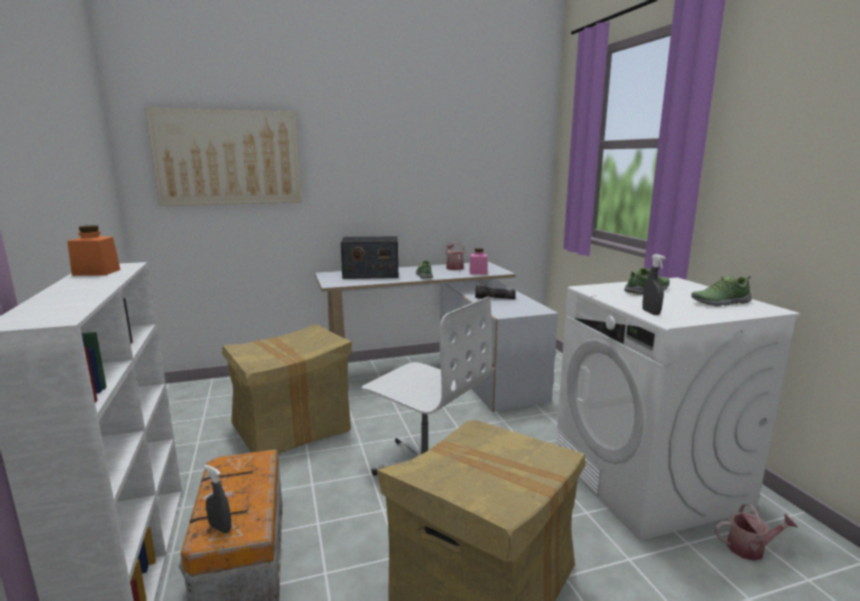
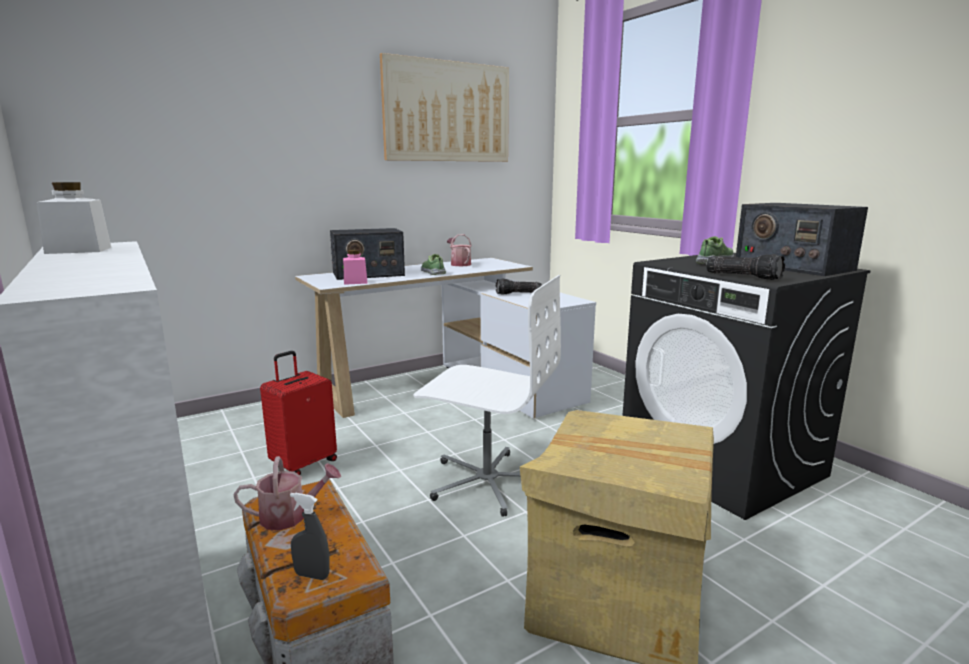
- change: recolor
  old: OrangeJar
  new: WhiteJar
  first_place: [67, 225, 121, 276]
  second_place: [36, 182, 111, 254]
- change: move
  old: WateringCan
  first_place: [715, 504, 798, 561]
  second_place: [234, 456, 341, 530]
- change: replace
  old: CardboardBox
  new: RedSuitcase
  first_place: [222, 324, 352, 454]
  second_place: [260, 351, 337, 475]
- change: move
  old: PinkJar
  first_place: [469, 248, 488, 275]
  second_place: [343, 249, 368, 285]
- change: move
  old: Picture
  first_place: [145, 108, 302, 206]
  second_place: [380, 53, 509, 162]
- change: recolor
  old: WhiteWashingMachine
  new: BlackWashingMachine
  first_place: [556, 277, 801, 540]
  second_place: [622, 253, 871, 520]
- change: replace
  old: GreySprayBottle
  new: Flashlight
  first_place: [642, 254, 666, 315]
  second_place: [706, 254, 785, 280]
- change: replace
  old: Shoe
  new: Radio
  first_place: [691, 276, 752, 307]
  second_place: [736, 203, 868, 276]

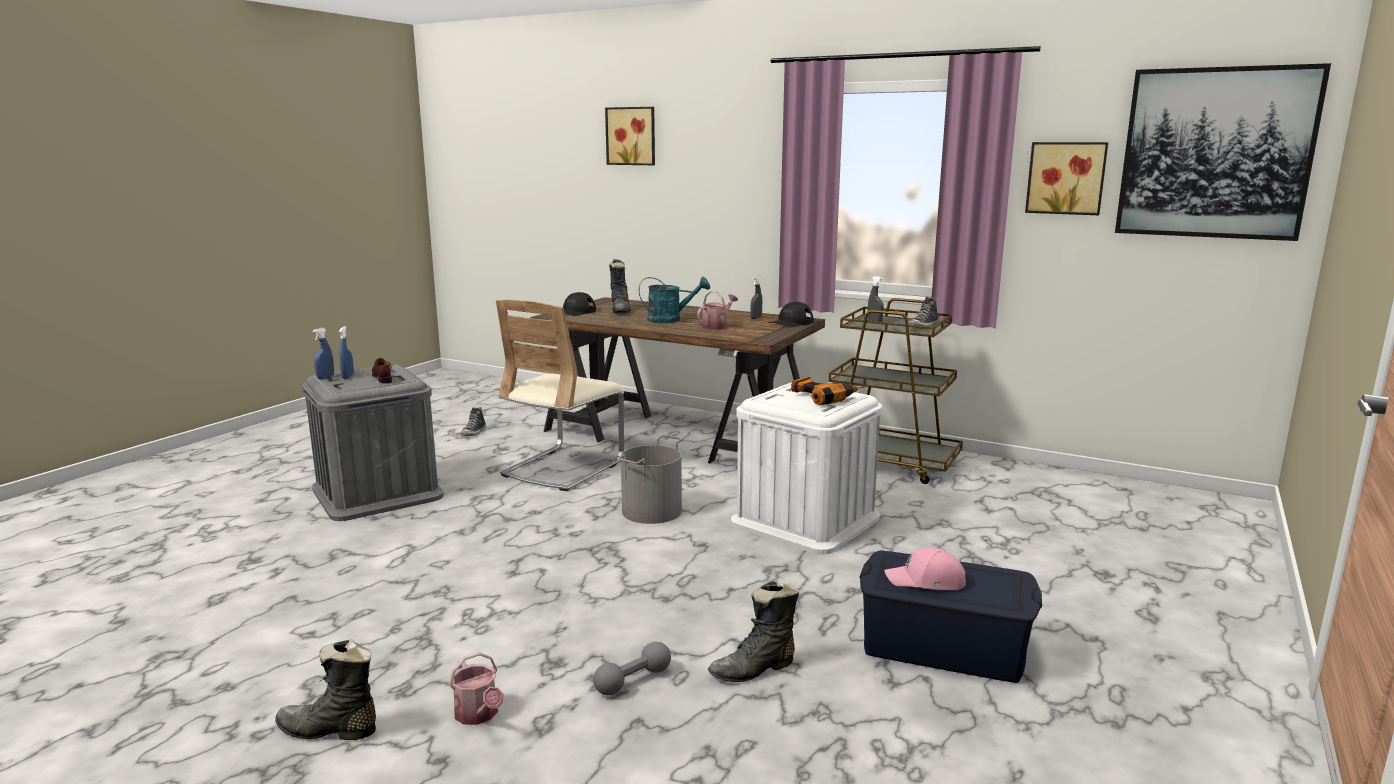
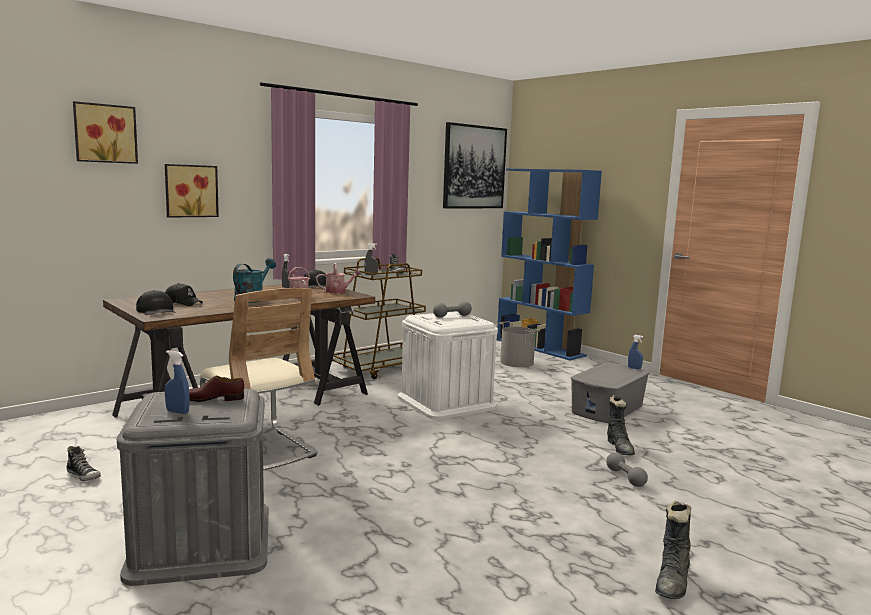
- change: move
  old: Picture
  first_place: [1025, 142, 1108, 215]
  second_place: [165, 164, 219, 218]
- change: replace
  old: BlackBoot
  new: BlackCap
  first_place: [609, 259, 631, 313]
  second_place: [165, 283, 203, 306]
- change: move
  old: WateringCan
  first_place: [449, 652, 504, 725]
  second_place: [316, 263, 362, 293]
- change: replace
  old: PowerDrill
  new: GreyDumbbell
  first_place: [791, 377, 865, 405]
  second_place: [433, 301, 472, 318]
- change: insert
  new: BlueBookcase
  second_place: [497, 169, 602, 361]
- change: move
  old: GreyBucket
  first_place: [617, 435, 683, 524]
  second_place: [499, 321, 540, 367]
- change: recolor
  old: BlueStorageBox
  new: GreyStorageBox
  first_place: [860, 550, 1042, 683]
  second_place: [571, 363, 649, 423]
- change: move
  old: BlueSprayBottle
  first_place: [313, 328, 334, 379]
  second_place: [628, 335, 643, 369]
- change: delete
  old: PinkCap
  first_place: [884, 548, 966, 590]

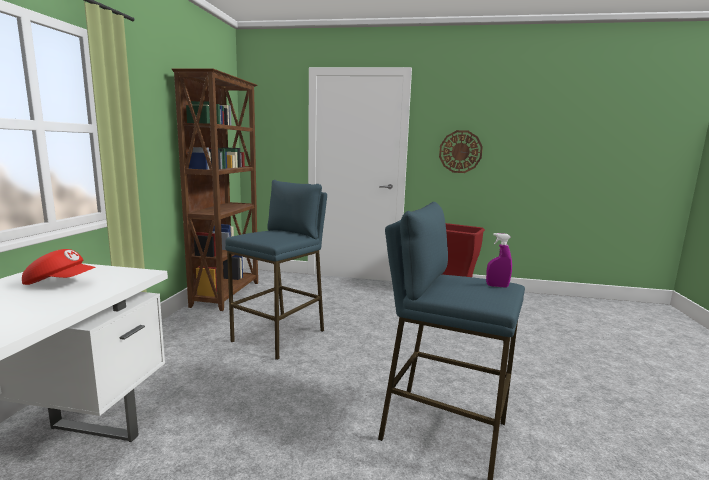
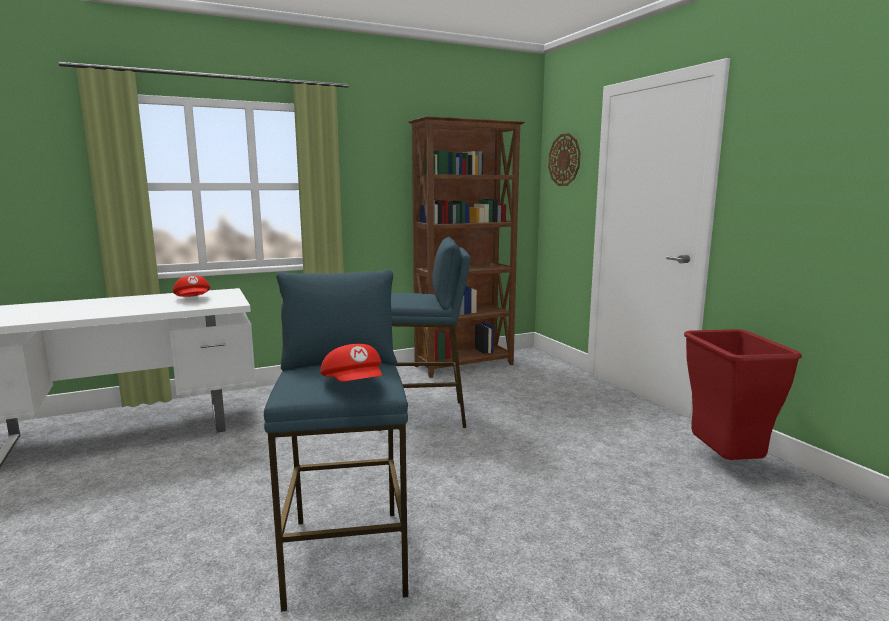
- change: replace
  old: PurpleSprayBottle
  new: RedCap
  first_place: [486, 233, 512, 287]
  second_place: [320, 344, 382, 382]
- change: move
  old: WallClock
  first_place: [439, 130, 483, 173]
  second_place: [548, 133, 580, 186]

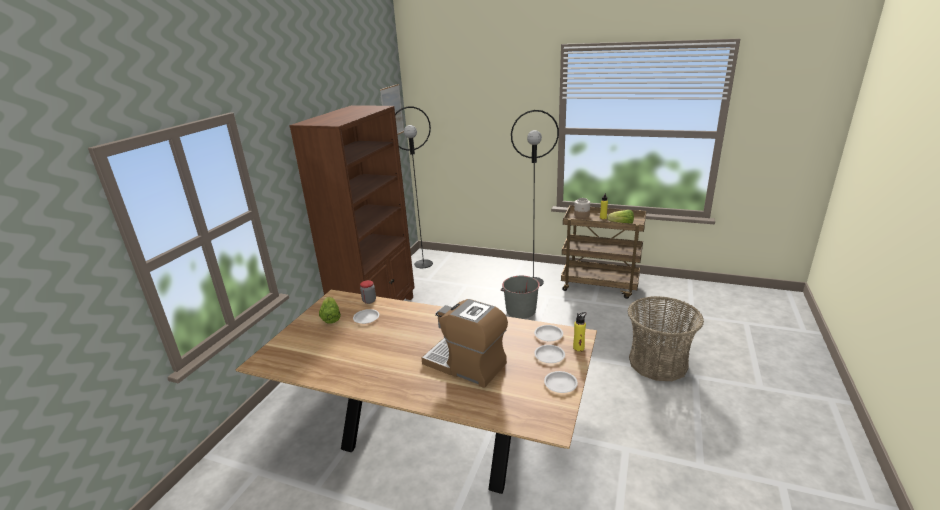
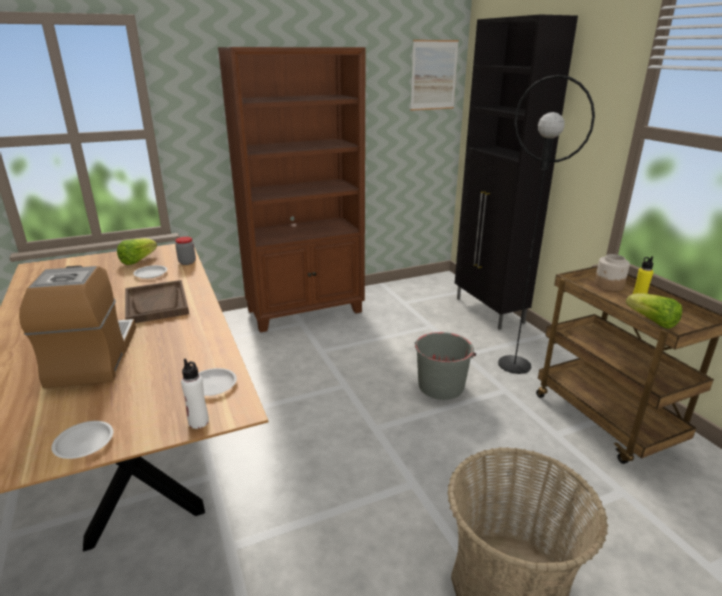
- change: insert
  new: BrownTray
  second_place: [125, 280, 189, 323]
- change: recolor
  old: YellowBottle
  new: WhiteBottle
  first_place: [573, 312, 587, 351]
  second_place: [181, 358, 209, 429]
- change: insert
  new: BlackCabinet
  second_place: [455, 14, 578, 330]
- change: delete
  old: BlackFloorLamp
  first_place: [395, 107, 433, 268]
- change: delete
  old: WhitePlate
  first_place: [534, 345, 565, 363]

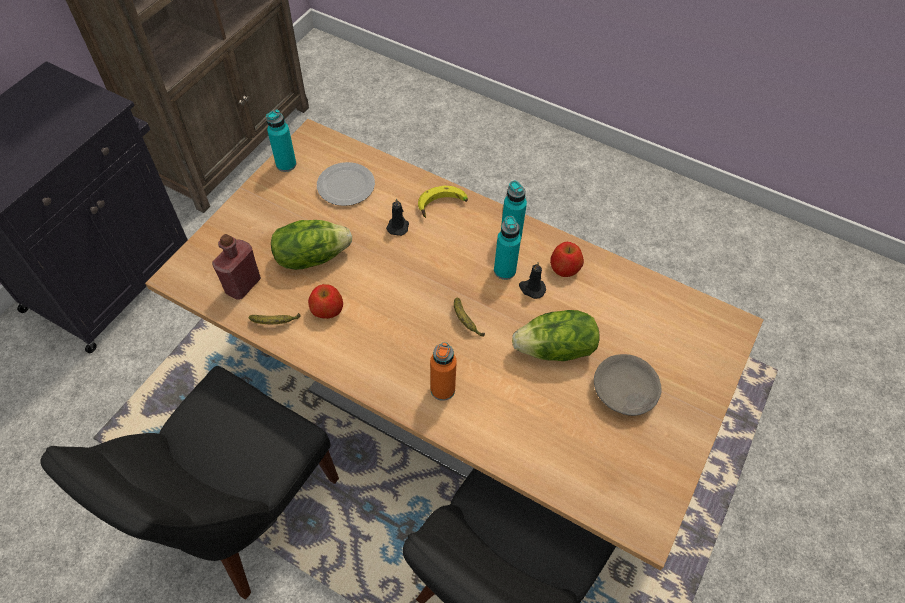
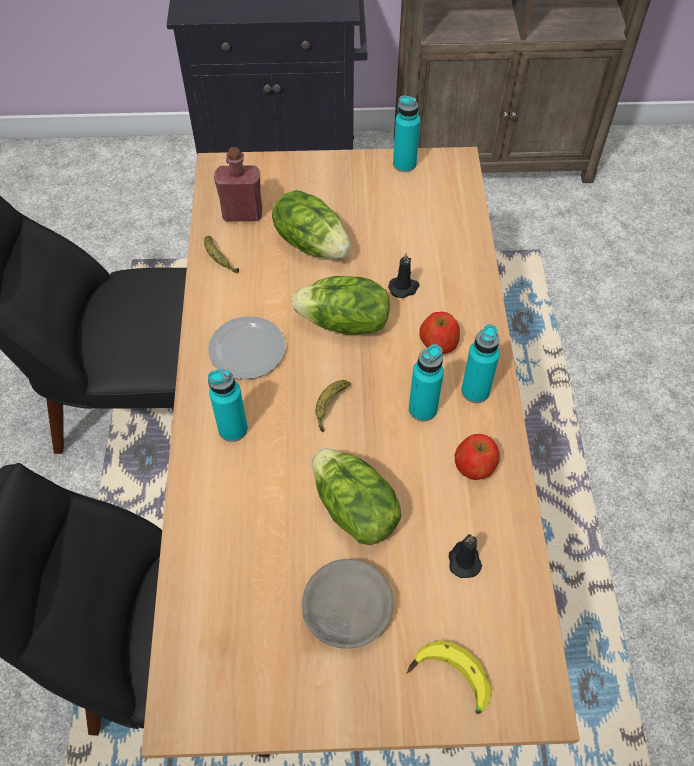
- change: move
  old: Plate
  first_place: [317, 162, 375, 206]
  second_place: [208, 316, 286, 379]
- change: recolor
  old: OrangeBottle
  new: TurquoiseBottle
  first_place: [430, 342, 457, 401]
  second_place: [208, 369, 248, 442]
- change: insert
  new: Lettuce
  second_place: [292, 276, 390, 335]
- change: move
  old: Banana
  first_place: [418, 186, 468, 218]
  second_place: [407, 640, 491, 714]
- change: move
  old: Apple
  first_place: [308, 284, 343, 319]
  second_place: [419, 312, 460, 354]
- change: move
  old: BlackCandle
  first_place: [519, 262, 546, 299]
  second_place: [449, 534, 482, 578]

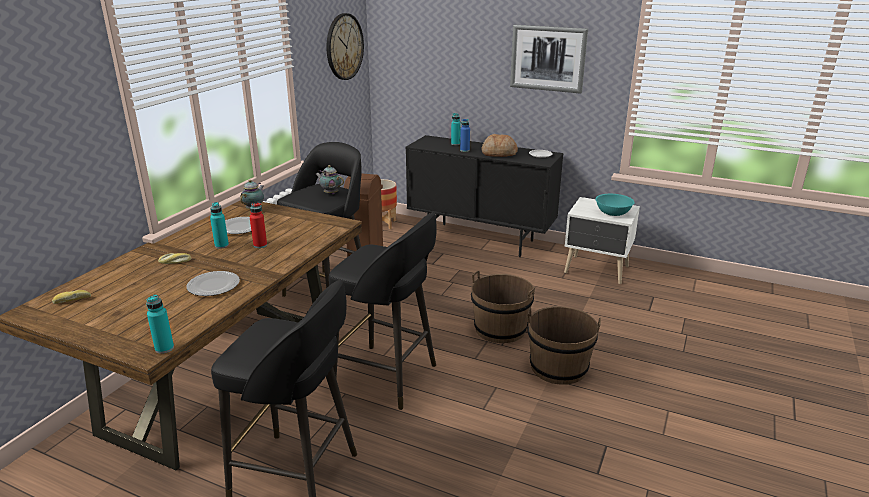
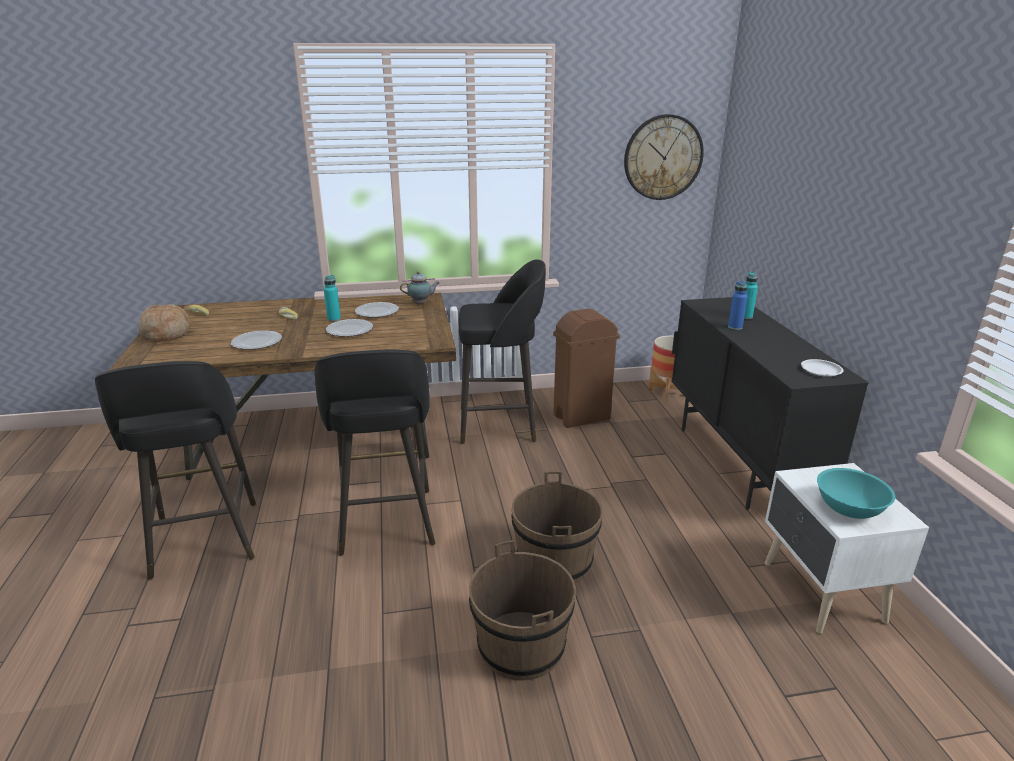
- change: move
  old: Bread
  first_place: [482, 134, 518, 157]
  second_place: [138, 304, 189, 341]
- change: replace
  old: RedBottle
  new: Plate
  first_place: [250, 203, 267, 248]
  second_place: [326, 319, 373, 337]
- change: delete
  old: TurquoiseBottle
  first_place: [146, 295, 174, 354]
- change: delete
  old: Teapot
  first_place: [316, 165, 344, 194]
- change: delete
  old: Picture
  first_place: [510, 25, 588, 94]

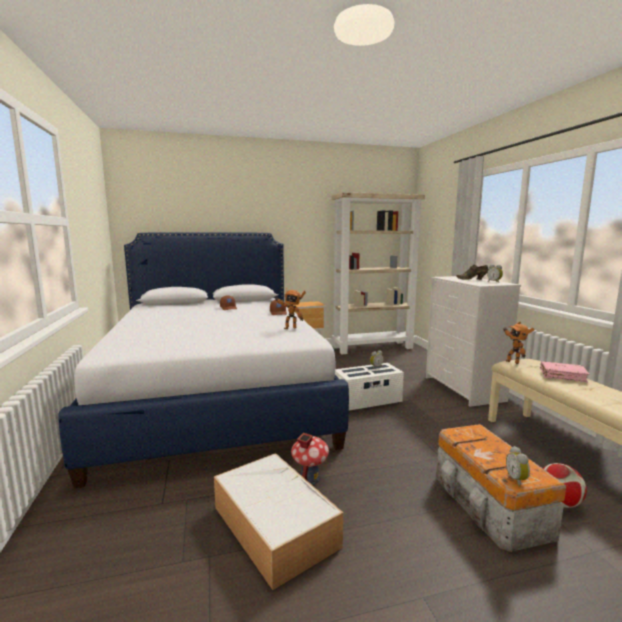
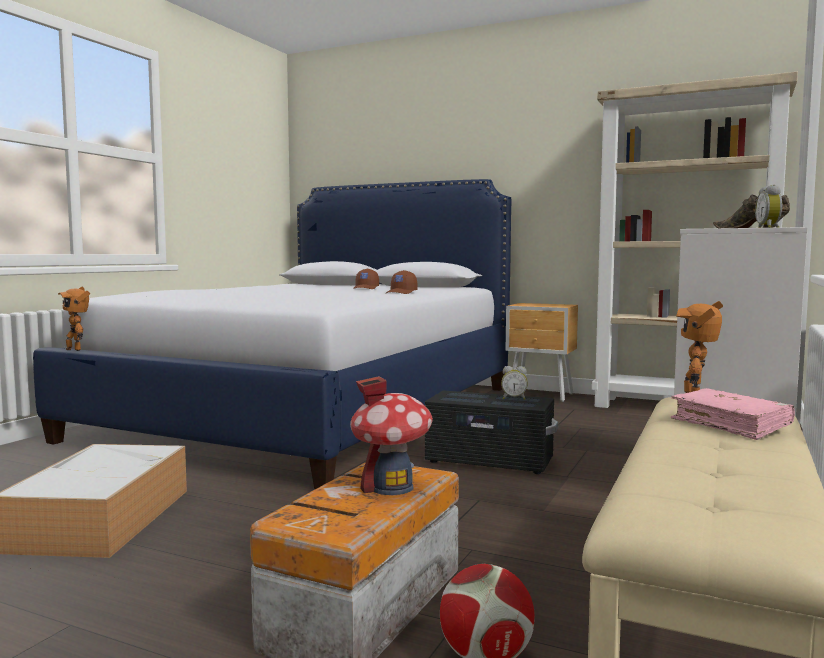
- change: move
  old: ToyRobot
  first_place: [274, 289, 306, 329]
  second_place: [58, 287, 90, 351]
- change: move
  old: ToyHouse
  first_place: [291, 433, 329, 485]
  second_place: [350, 376, 433, 495]
- change: recolor
  old: WhiteStorageBox
  new: BlackStorageBox
  first_place: [335, 363, 404, 411]
  second_place: [425, 390, 558, 474]
- change: delete
  old: AlarmClock
  first_place: [506, 446, 530, 487]

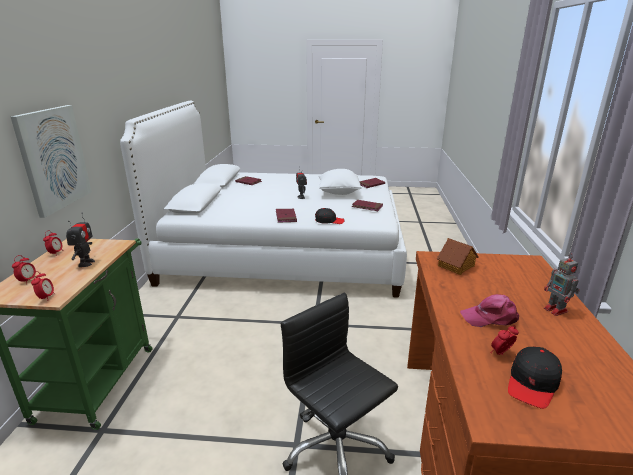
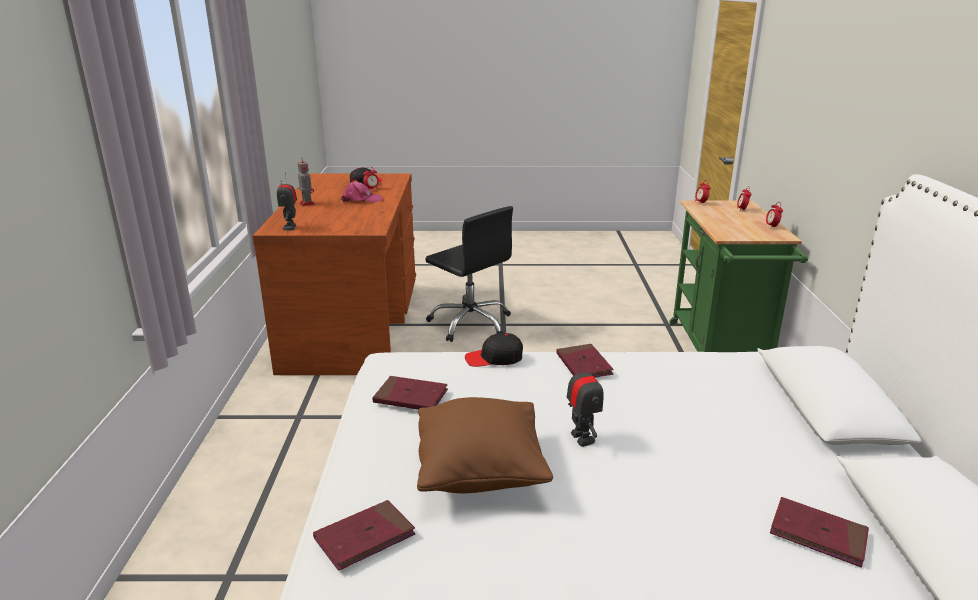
- change: move
  old: ToyRobot
  first_place: [66, 213, 95, 267]
  second_place: [277, 173, 297, 230]
- change: recolor
  old: WhitePillow
  new: BrownPillow
  first_place: [319, 169, 361, 195]
  second_place: [417, 397, 553, 493]
- change: delete
  old: Picture
  first_place: [11, 105, 92, 218]
- change: delete
  old: ToyHouse
  first_place: [437, 238, 478, 275]

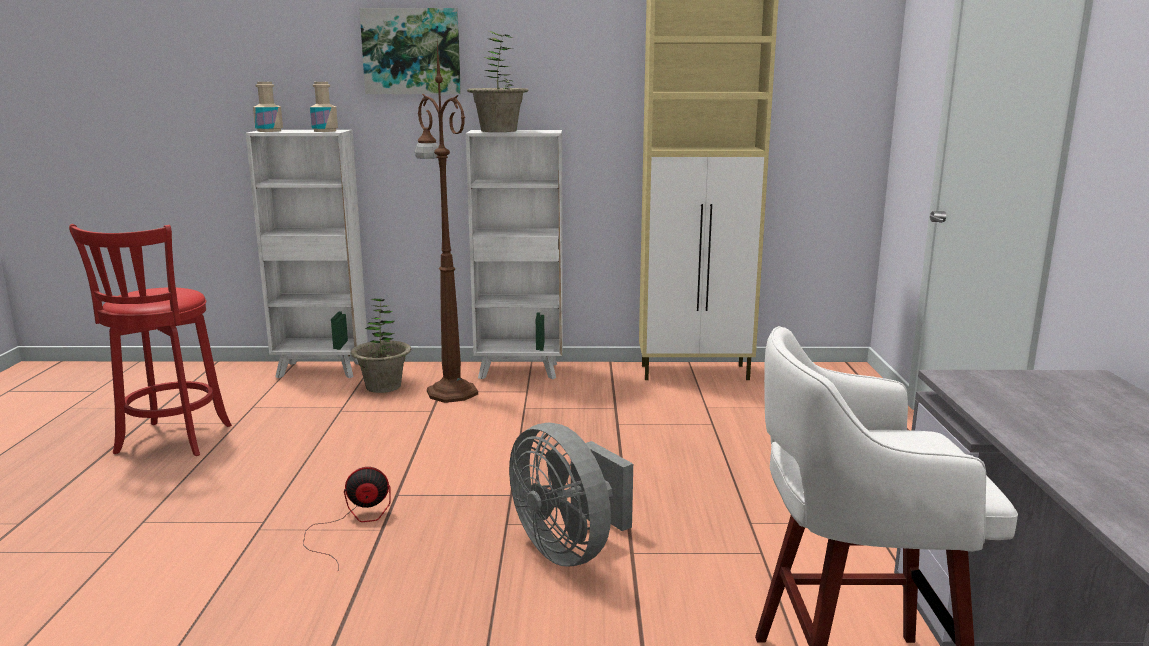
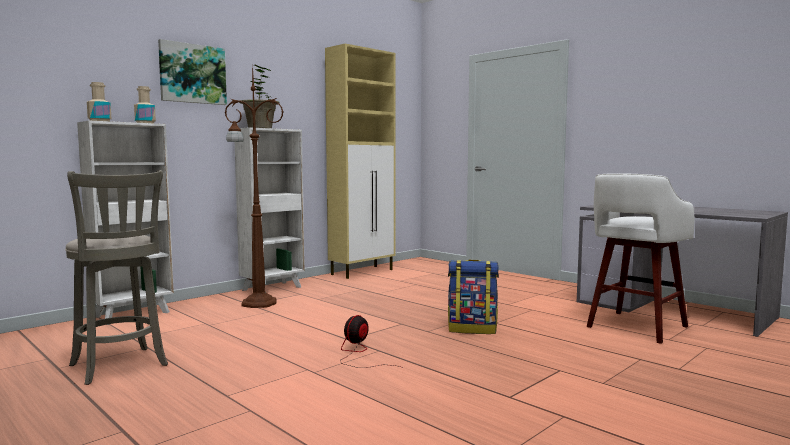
- change: recolor
  old: RedStool
  new: GreyStool
  first_place: [69, 224, 232, 456]
  second_place: [65, 170, 168, 385]
- change: replace
  old: GreyFan
  new: Backpack
  first_place: [509, 422, 633, 567]
  second_place: [448, 259, 499, 334]
- change: delete
  old: PottedPlant
  first_place: [351, 298, 411, 393]

